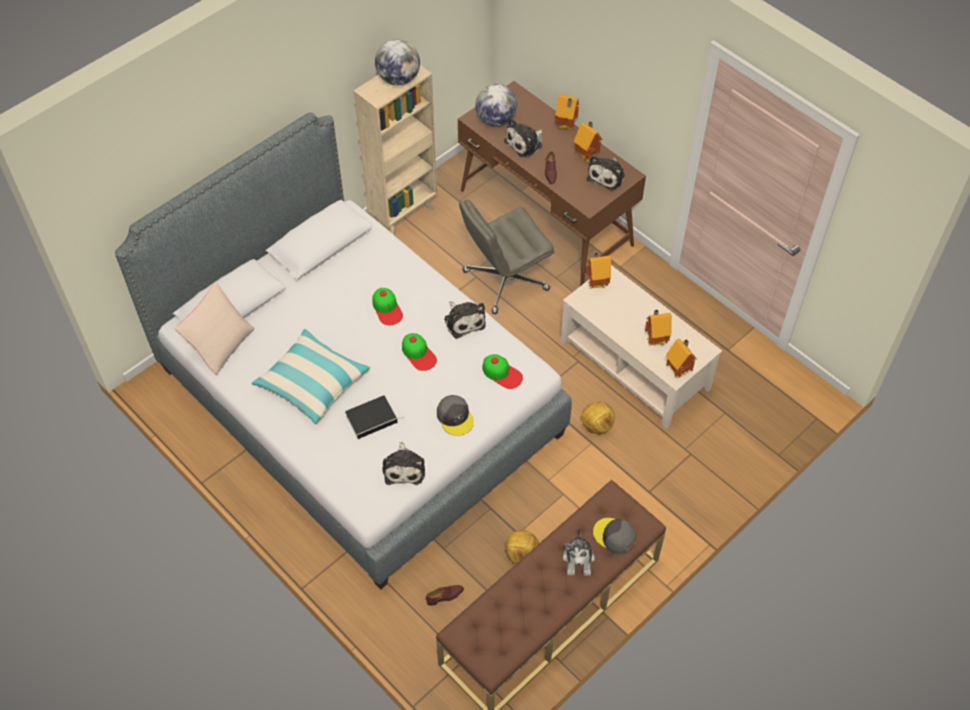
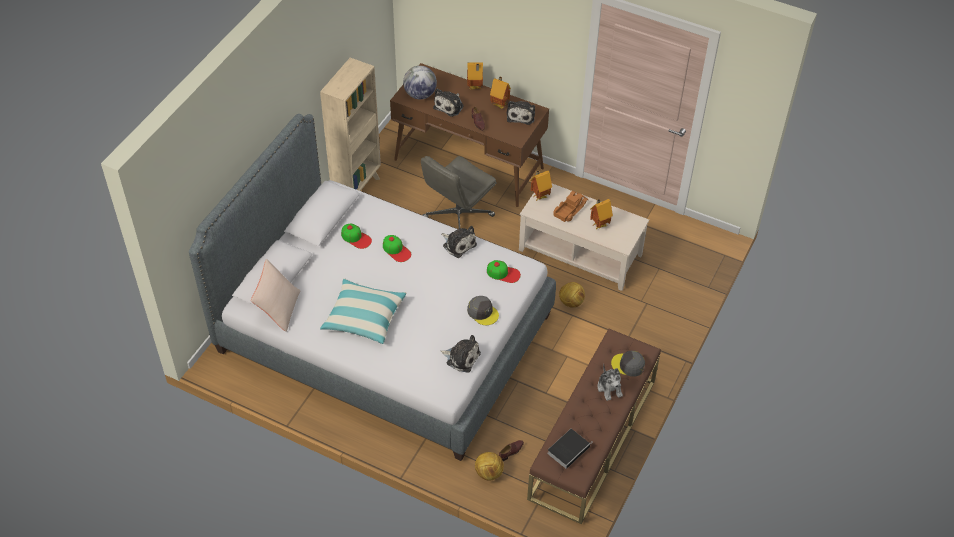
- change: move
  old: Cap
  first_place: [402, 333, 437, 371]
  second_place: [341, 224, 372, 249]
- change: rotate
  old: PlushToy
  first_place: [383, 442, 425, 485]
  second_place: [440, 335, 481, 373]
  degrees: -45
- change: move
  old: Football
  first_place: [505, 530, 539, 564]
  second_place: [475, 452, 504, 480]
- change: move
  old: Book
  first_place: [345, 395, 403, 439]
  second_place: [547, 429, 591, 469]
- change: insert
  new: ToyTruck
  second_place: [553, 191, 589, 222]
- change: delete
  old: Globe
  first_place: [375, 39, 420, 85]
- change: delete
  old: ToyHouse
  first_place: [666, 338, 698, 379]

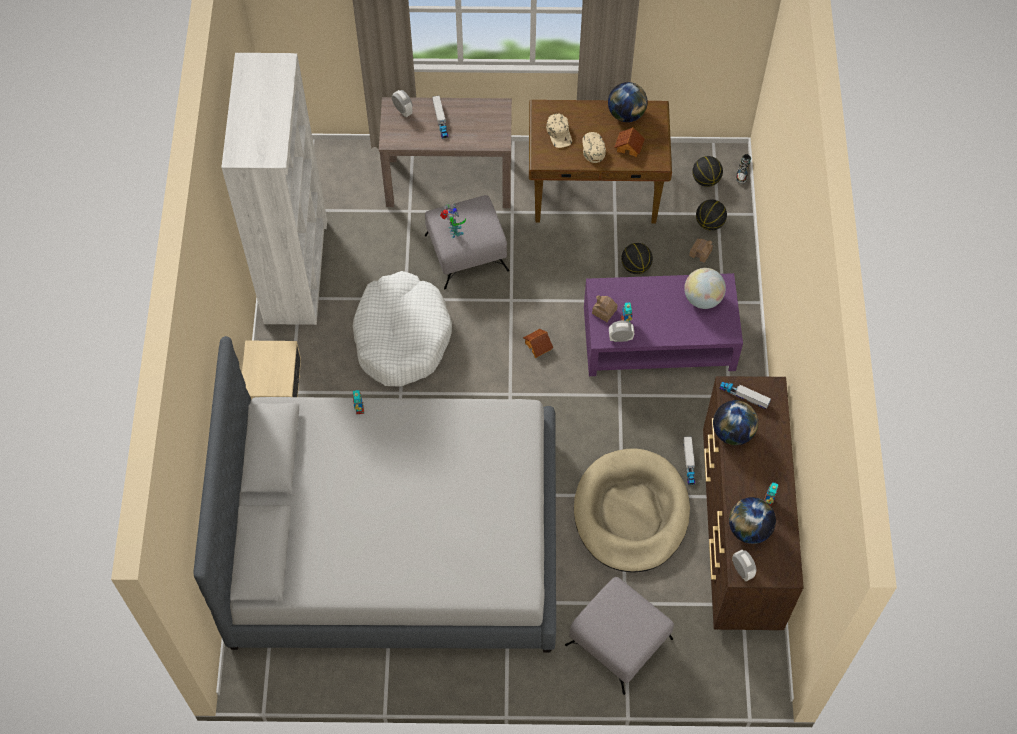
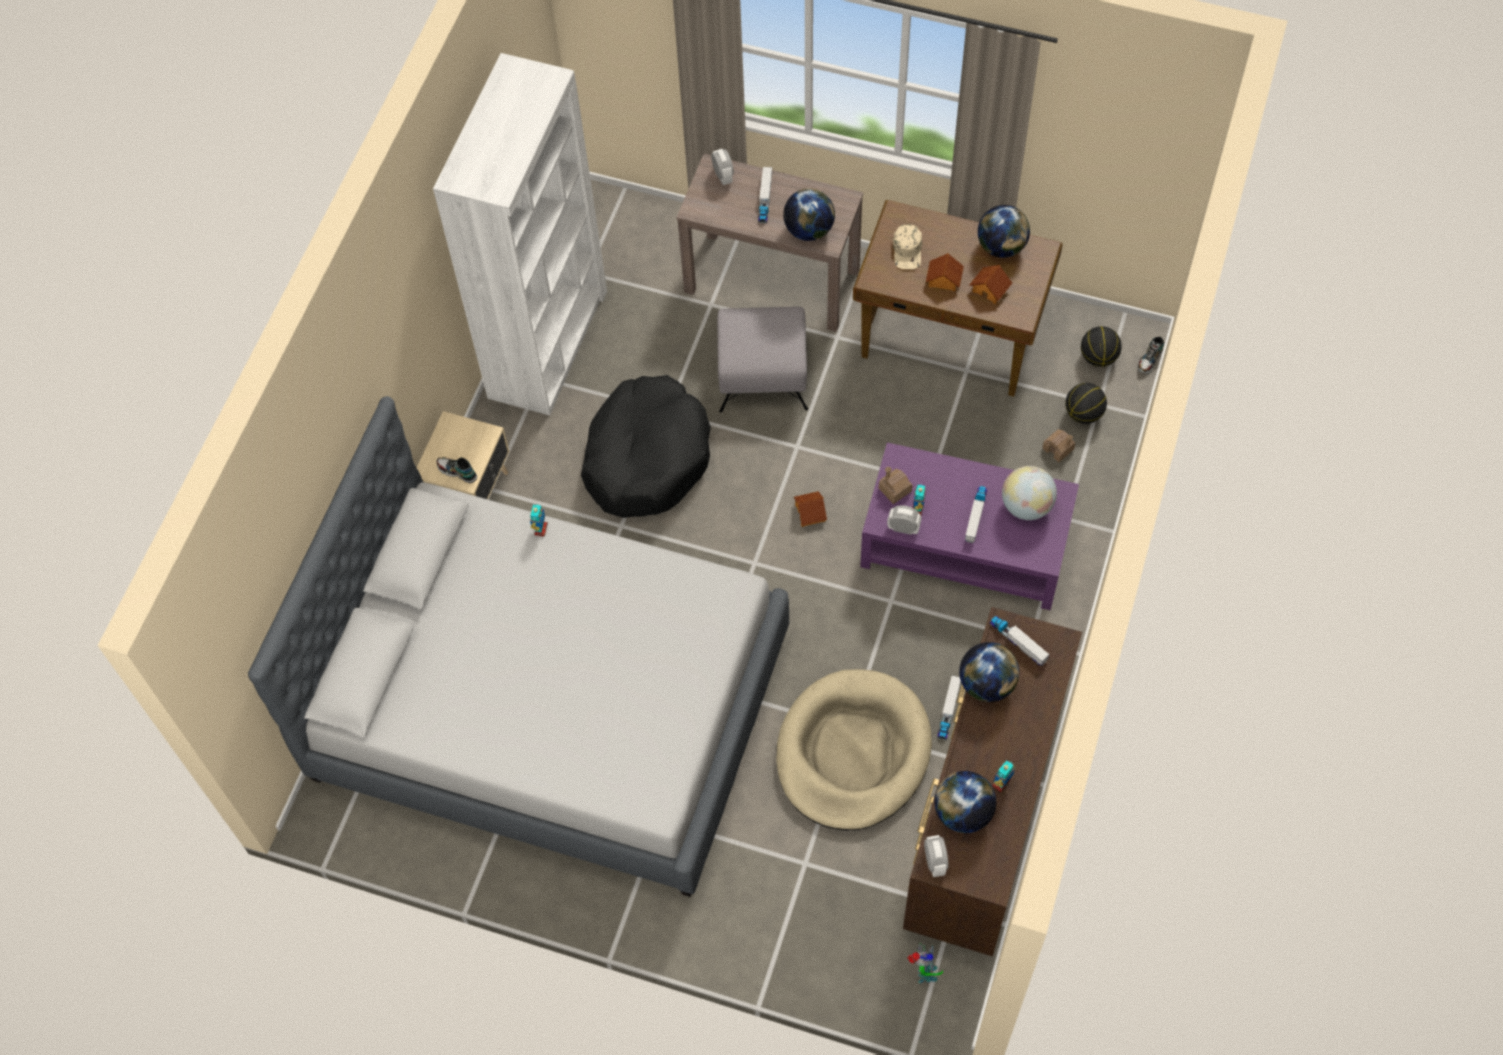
- change: insert
  new: Shoe
  second_place: [436, 457, 477, 483]
- change: recolor
  old: WhiteDogBed
  new: BlackDogBed
  first_place: [353, 271, 452, 387]
  second_place: [581, 375, 711, 518]
- change: insert
  new: Globe
  second_place: [783, 188, 835, 241]
- change: move
  old: ToyRobot
  first_place: [440, 203, 466, 238]
  second_place: [907, 943, 943, 983]
- change: replace
  old: BeigeCap
  new: ToyHouse
  first_place: [582, 132, 606, 163]
  second_place: [926, 253, 964, 291]
- change: insert
  new: ToyTruck
  second_place: [965, 486, 987, 543]
- change: delete
  old: GreyOttoman
  first_place: [565, 577, 674, 695]
- change: delete
  old: Basketball
  first_place: [621, 243, 653, 274]

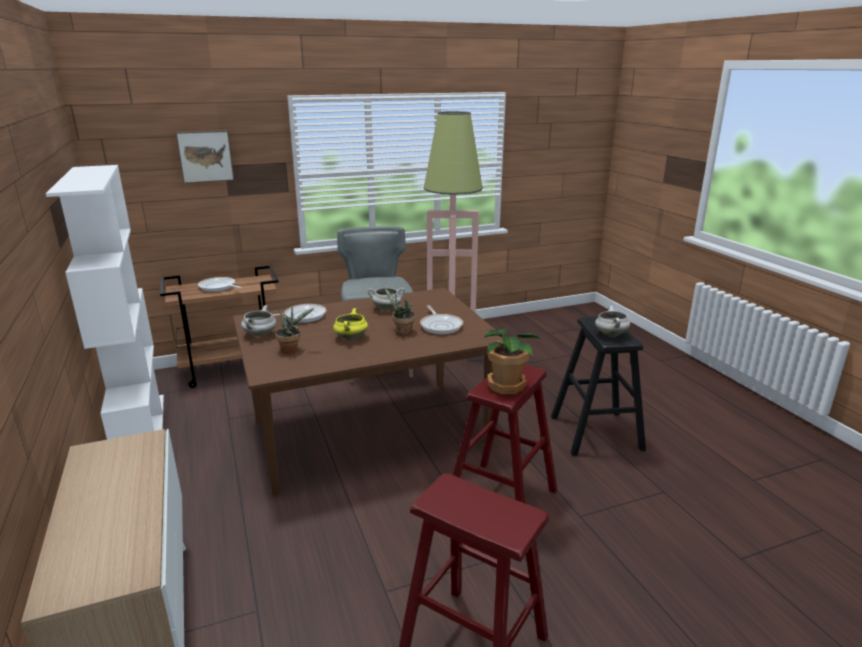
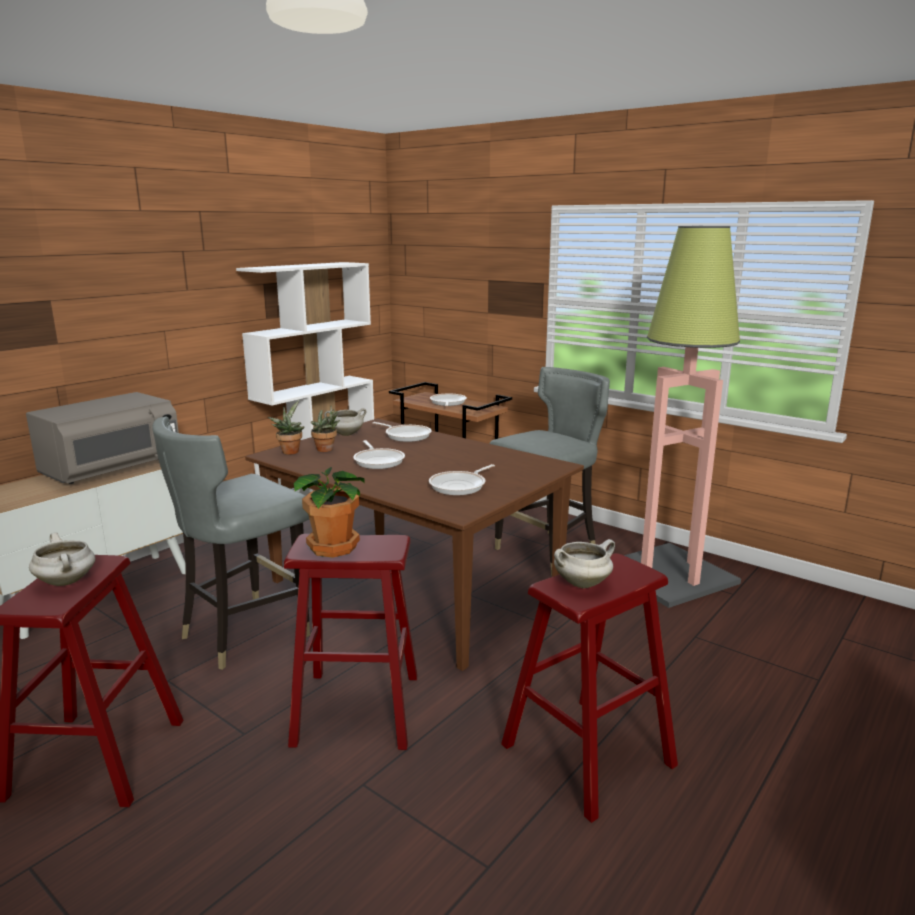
- change: insert
  new: GreyMicrowave
  second_place: [26, 392, 179, 484]
- change: move
  old: WhiteCookingPot
  first_place: [368, 288, 405, 311]
  second_place: [29, 532, 95, 586]
- change: insert
  new: GreyChair
  second_place: [152, 417, 310, 670]
- change: move
  old: PottedPlant
  first_place: [384, 287, 415, 335]
  second_place: [268, 400, 305, 455]
- change: replace
  old: YellowCookingPot
  new: FryingPan
  first_place: [333, 308, 368, 340]
  second_place: [353, 440, 405, 469]
- change: recolor
  old: BlackStool
  new: RedStool
  first_place: [551, 316, 646, 456]
  second_place: [501, 553, 678, 823]
- change: delete
  old: Picture
  first_place: [176, 130, 234, 183]

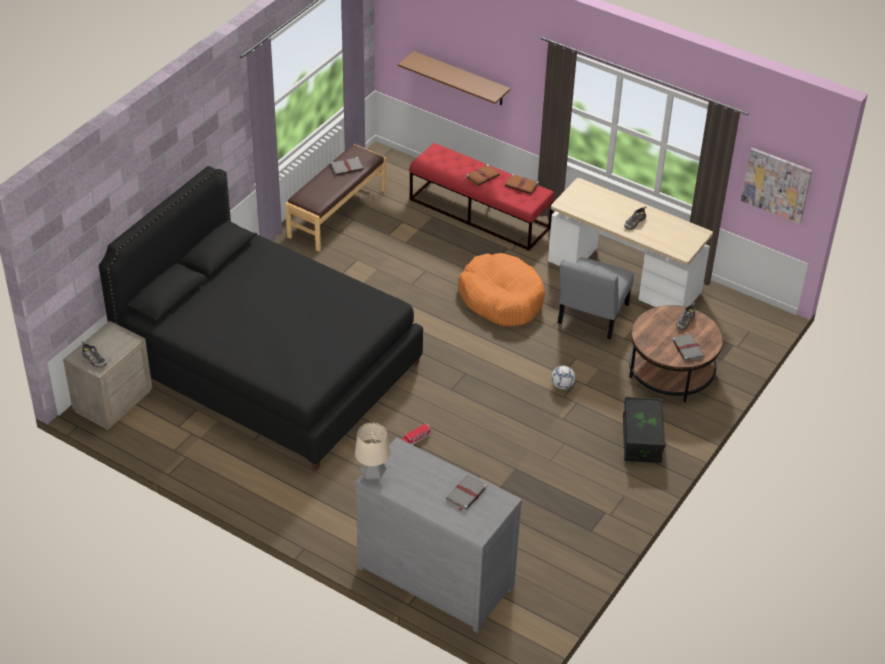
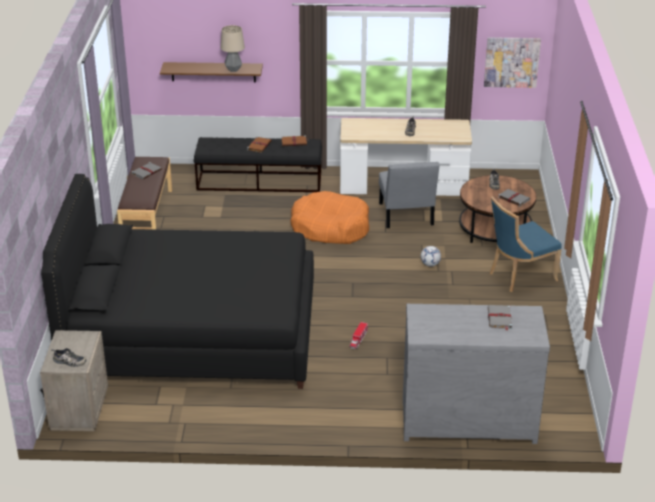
- change: recolor
  old: RedBench
  new: BlackBench
  first_place: [409, 143, 555, 251]
  second_place: [194, 137, 322, 192]
- change: move
  old: TableLamp
  first_place: [355, 423, 390, 483]
  second_place: [221, 25, 245, 72]
- change: replace
  old: BlackStorageBox
  new: BlueChair
  first_place: [623, 397, 665, 463]
  second_place: [490, 196, 562, 292]

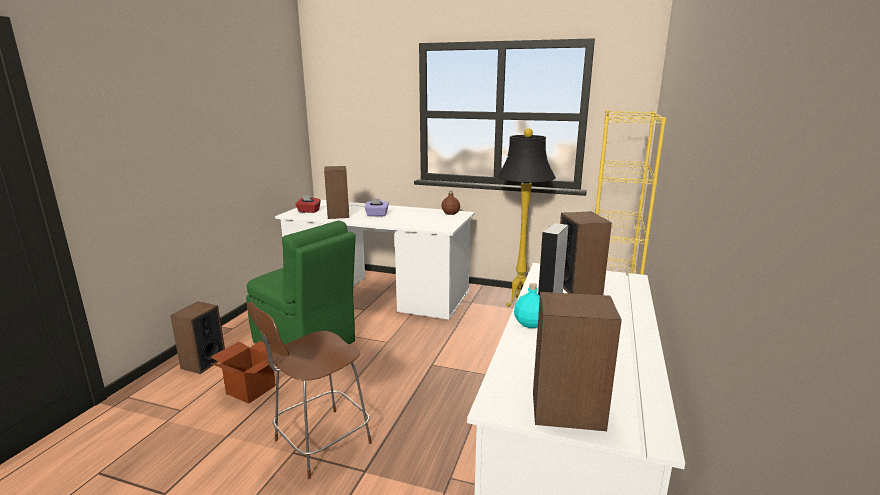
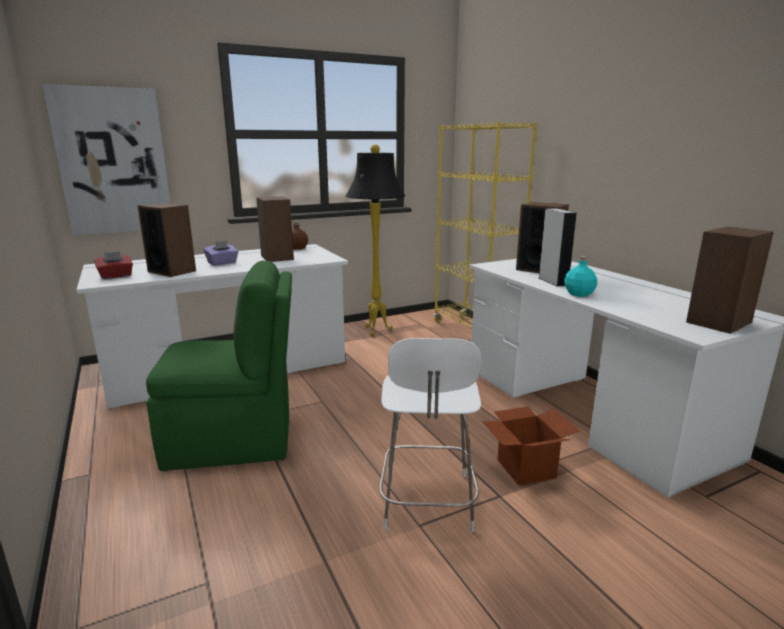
- change: insert
  new: Picture
  second_place: [42, 84, 171, 235]
- change: move
  old: Speaker
  first_place: [170, 302, 225, 374]
  second_place: [256, 196, 294, 262]
- change: recolor
  old: BrownChair
  new: WhiteChair
  first_place: [247, 302, 372, 479]
  second_place: [379, 338, 481, 532]
- change: move
  old: CardboardBox
  first_place: [211, 341, 276, 404]
  second_place: [482, 407, 580, 486]

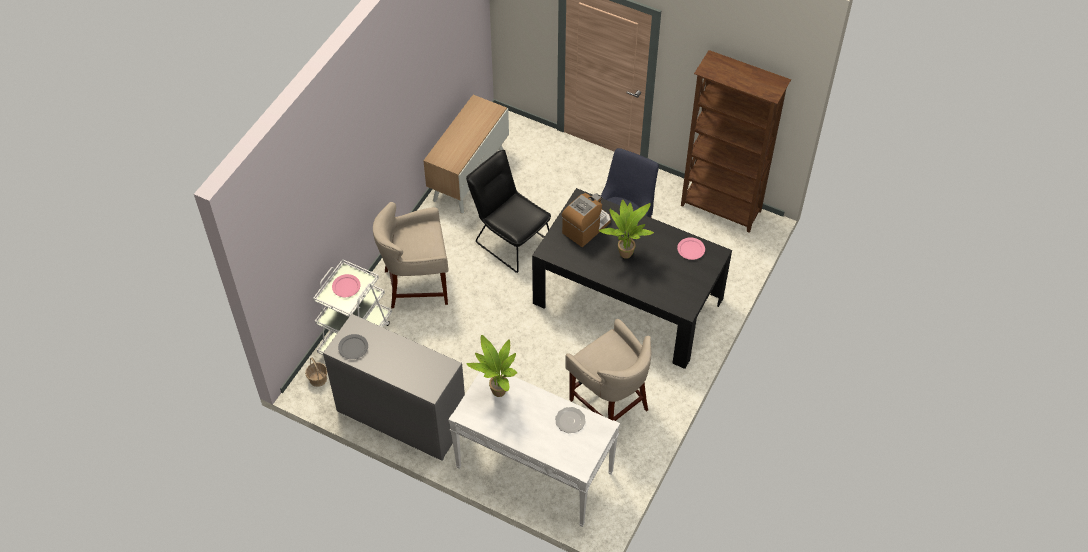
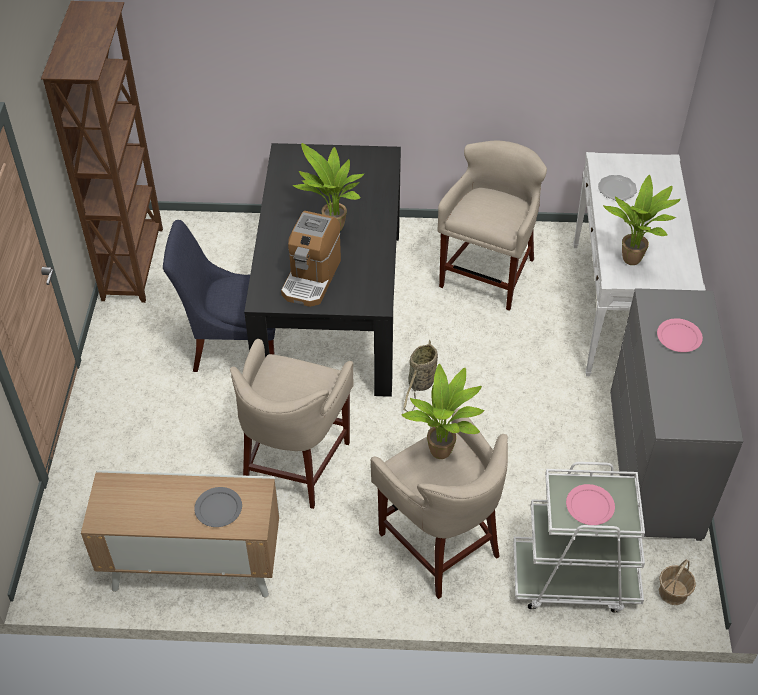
- change: move
  old: GreyPlate
  first_place: [338, 334, 368, 359]
  second_place: [194, 487, 242, 527]
- change: replace
  old: BlackChair
  new: BeigeStool
  first_place: [466, 150, 551, 273]
  second_place: [230, 339, 354, 509]
- change: rotate
  old: CoffeeMachine
  first_place: [562, 193, 611, 247]
  second_place: [281, 211, 341, 307]
  degrees: -90
- change: insert
  new: PottedPlant
  second_place: [401, 364, 485, 459]
- change: insert
  new: Basket
  second_place: [403, 340, 438, 412]
- change: move
  old: PinkPlate
  first_place: [677, 237, 705, 260]
  second_place: [657, 318, 703, 352]

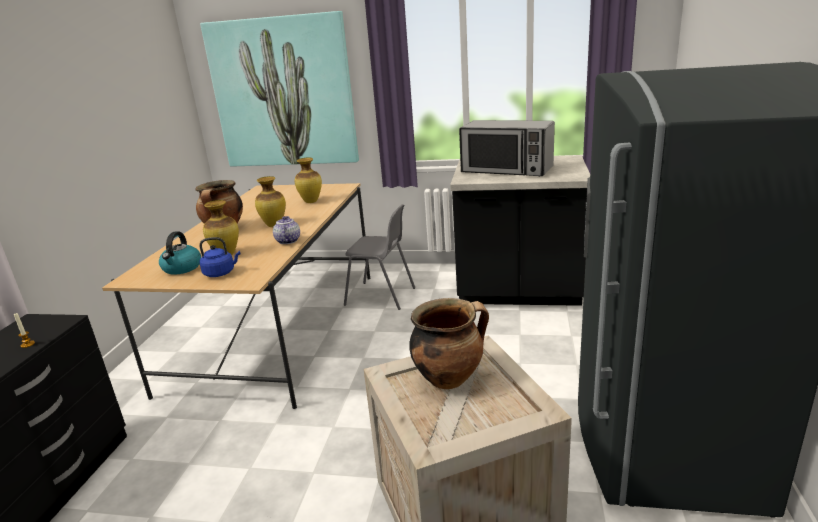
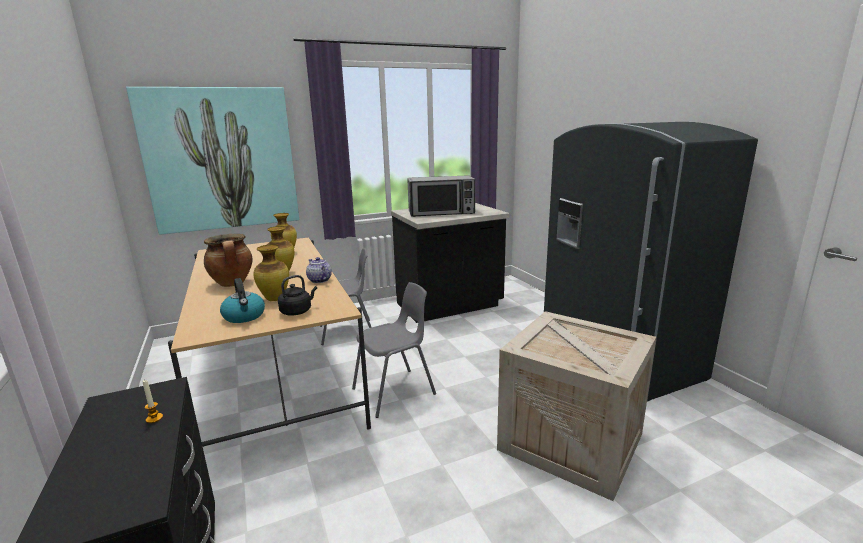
- change: recolor
  old: BlueKettle
  new: BlackKettle
  first_place: [199, 237, 240, 277]
  second_place: [278, 275, 317, 316]
- change: insert
  new: GreyChair
  second_place: [352, 282, 436, 418]
- change: delete
  old: CookingPot
  first_place: [409, 298, 489, 389]

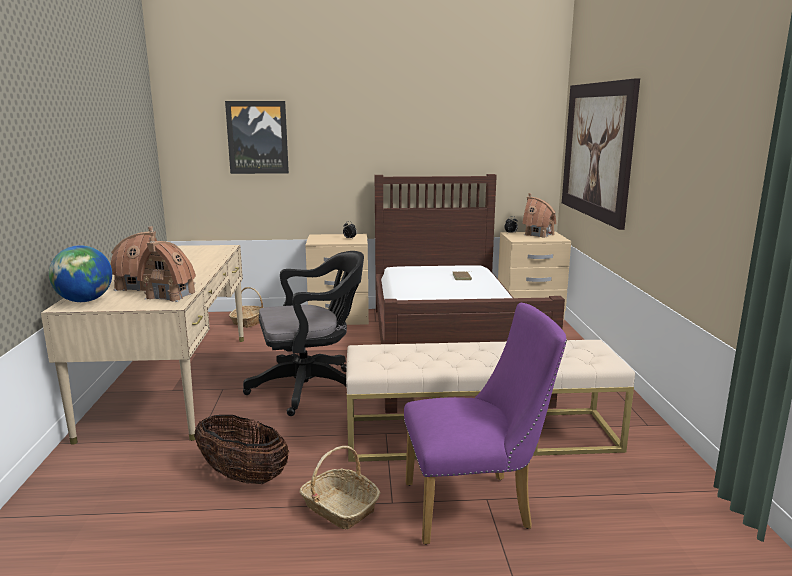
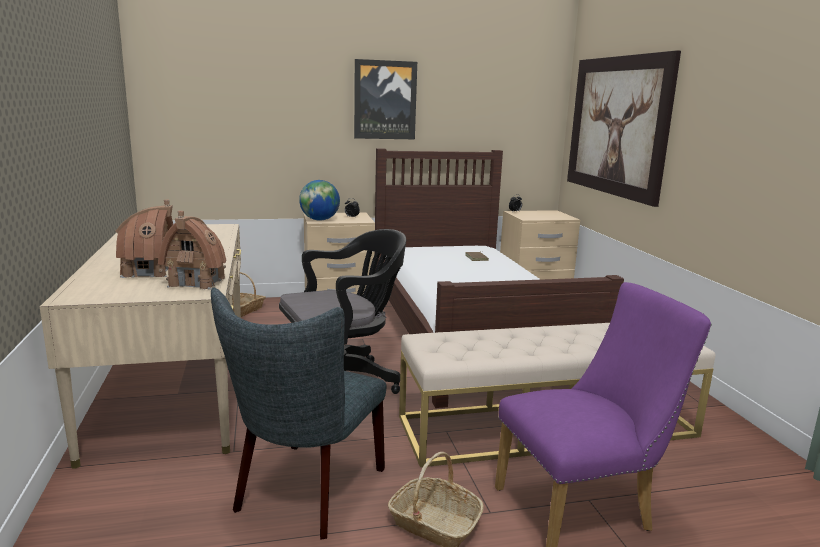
- change: replace
  old: Basket
  new: GreyChair
  first_place: [194, 415, 289, 484]
  second_place: [211, 287, 386, 539]
- change: move
  old: Globe
  first_place: [49, 245, 112, 302]
  second_place: [299, 180, 340, 221]
- change: move
  old: Picture
  first_place: [225, 101, 289, 174]
  second_place: [354, 59, 417, 139]
- change: delete
  old: ToyHouse
  first_place: [522, 193, 556, 237]

